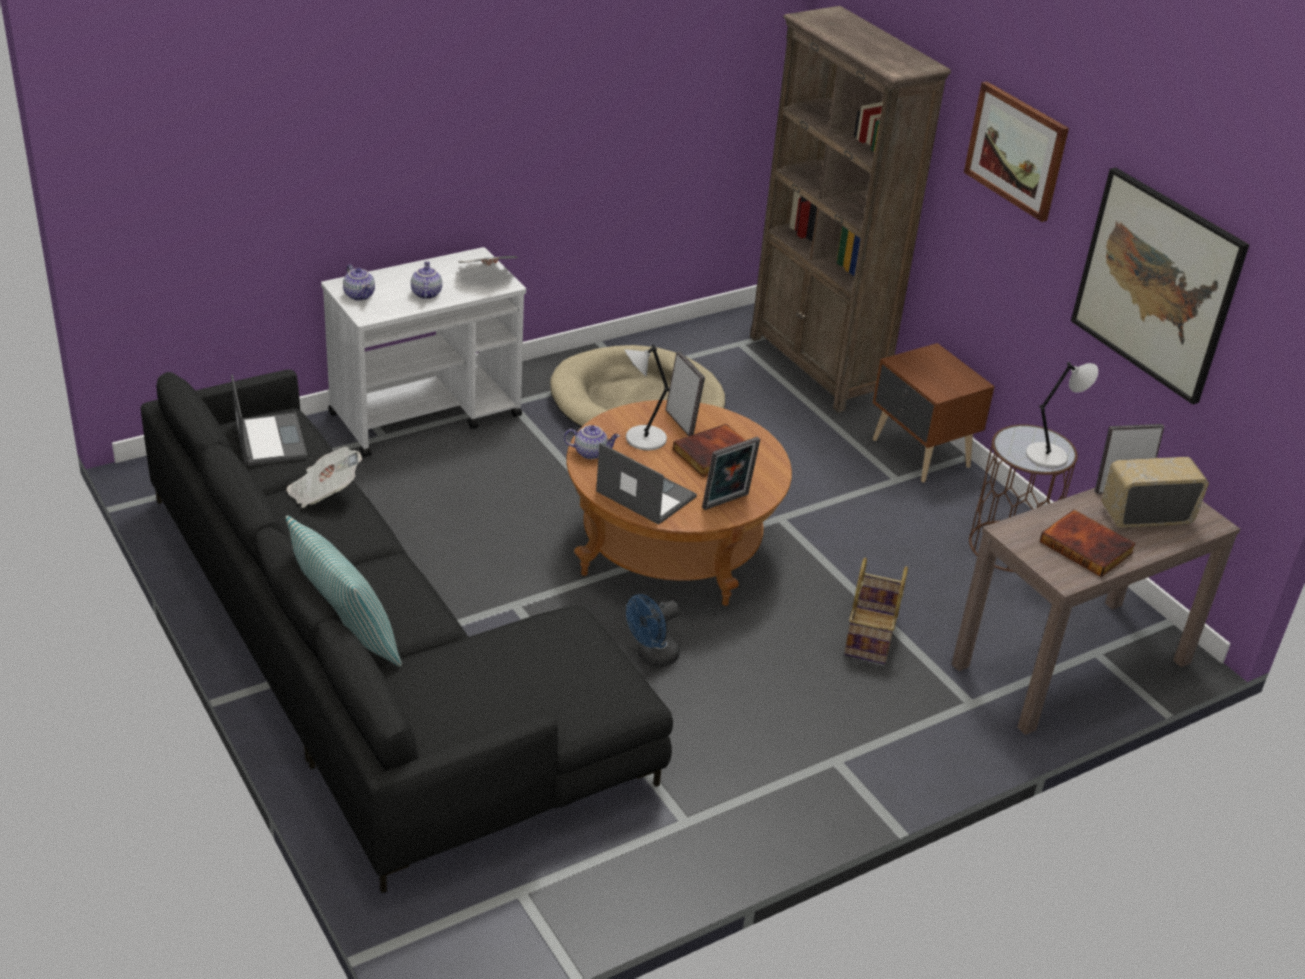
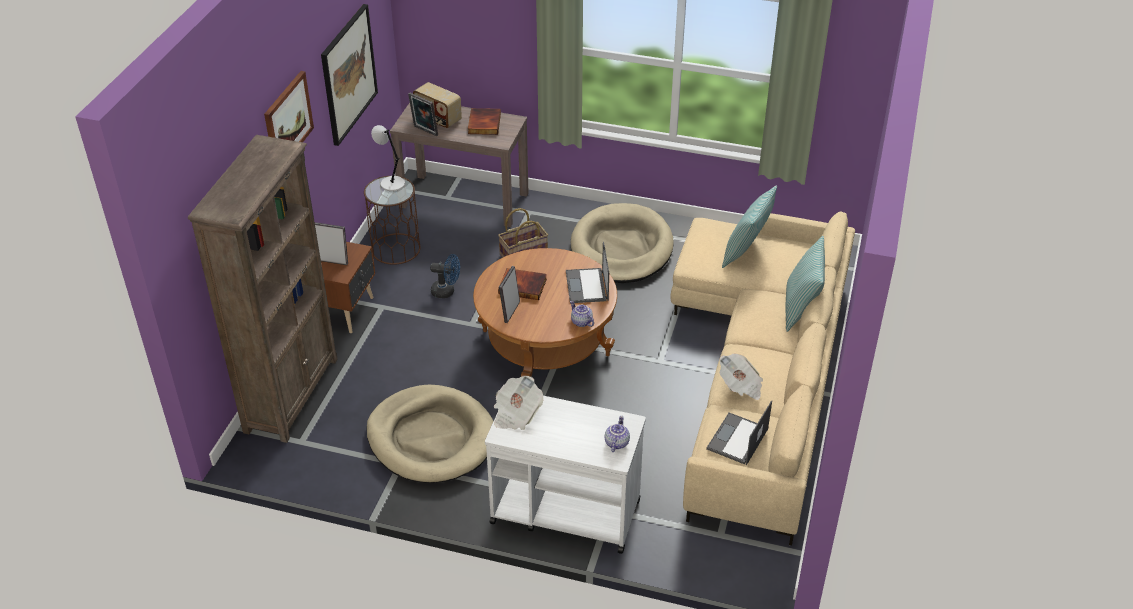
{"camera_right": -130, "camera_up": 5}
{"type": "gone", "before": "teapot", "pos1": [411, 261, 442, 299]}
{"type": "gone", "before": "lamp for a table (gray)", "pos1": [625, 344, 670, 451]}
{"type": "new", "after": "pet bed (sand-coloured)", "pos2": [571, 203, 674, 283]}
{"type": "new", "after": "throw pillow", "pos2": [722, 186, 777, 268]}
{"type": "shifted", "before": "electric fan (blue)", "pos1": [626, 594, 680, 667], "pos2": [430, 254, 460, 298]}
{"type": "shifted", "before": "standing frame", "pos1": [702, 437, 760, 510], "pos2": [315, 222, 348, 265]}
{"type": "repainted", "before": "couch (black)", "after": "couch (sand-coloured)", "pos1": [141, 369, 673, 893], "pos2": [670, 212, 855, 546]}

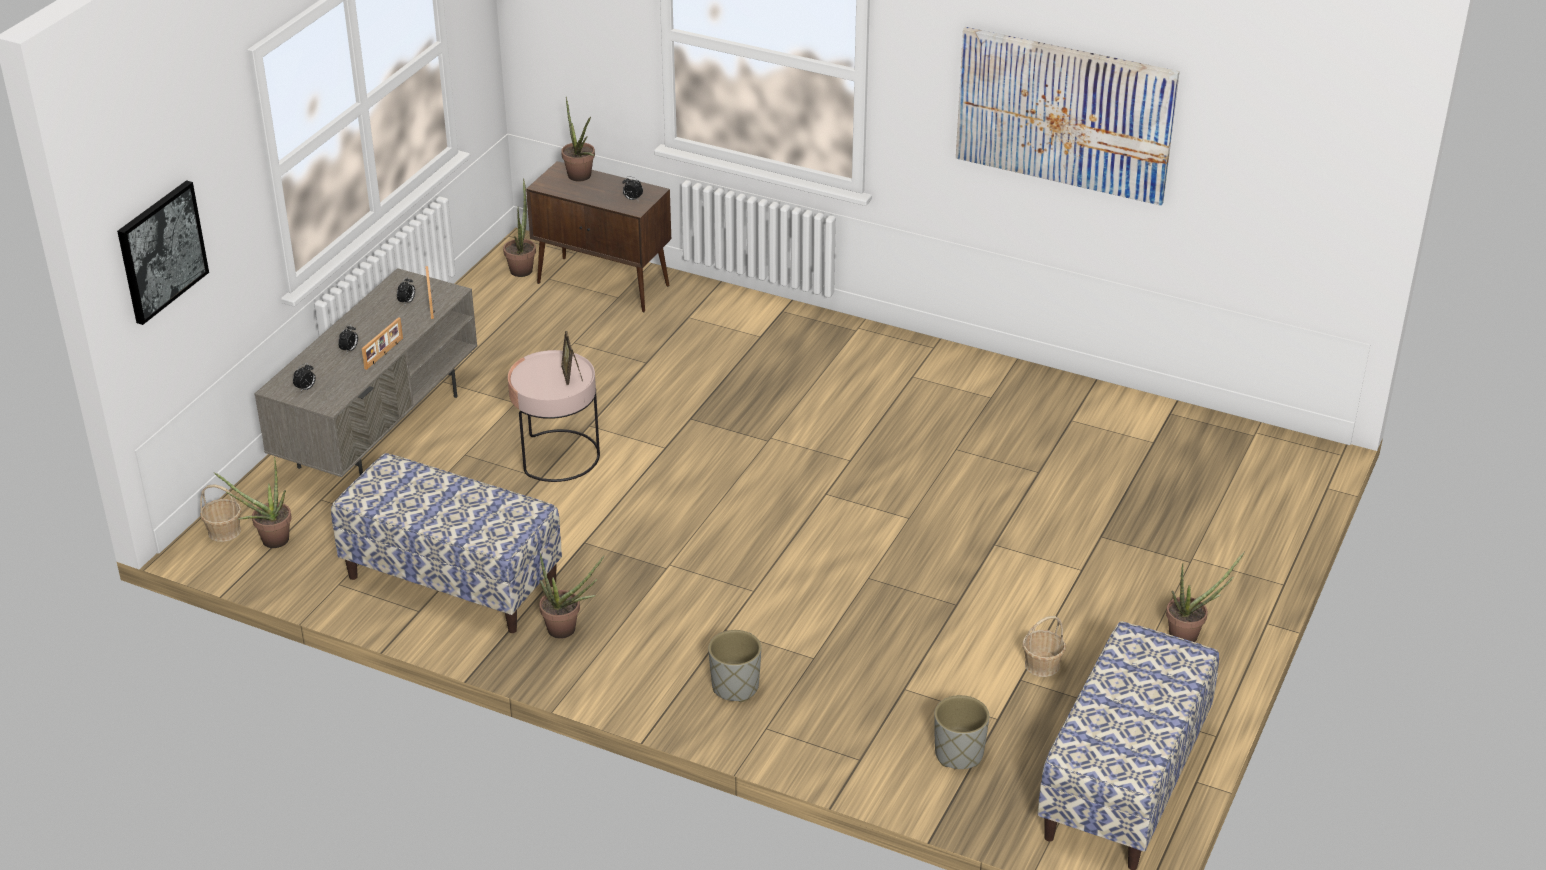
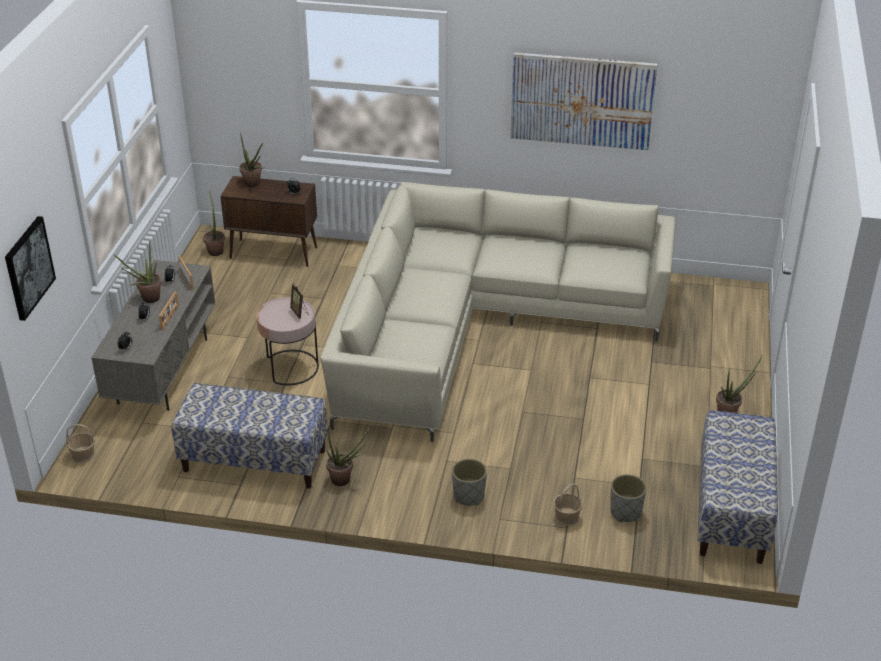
{"camera_right": -15, "camera_up": 0}
{"type": "new", "after": "couch (sand-coloured)", "pos2": [320, 182, 676, 442]}
{"type": "shifted", "before": "houseplant", "pos1": [214, 457, 292, 548], "pos2": [114, 241, 162, 303]}
{"type": "shifted", "before": "storage basket", "pos1": [1023, 616, 1066, 677], "pos2": [553, 484, 583, 526]}

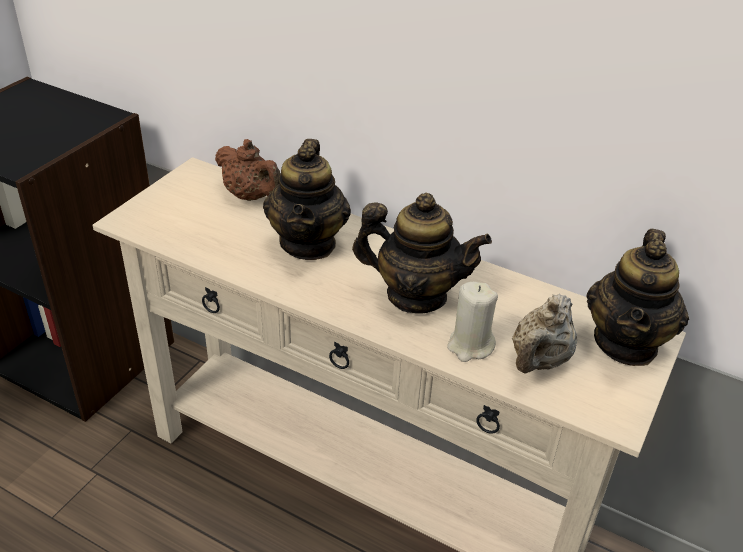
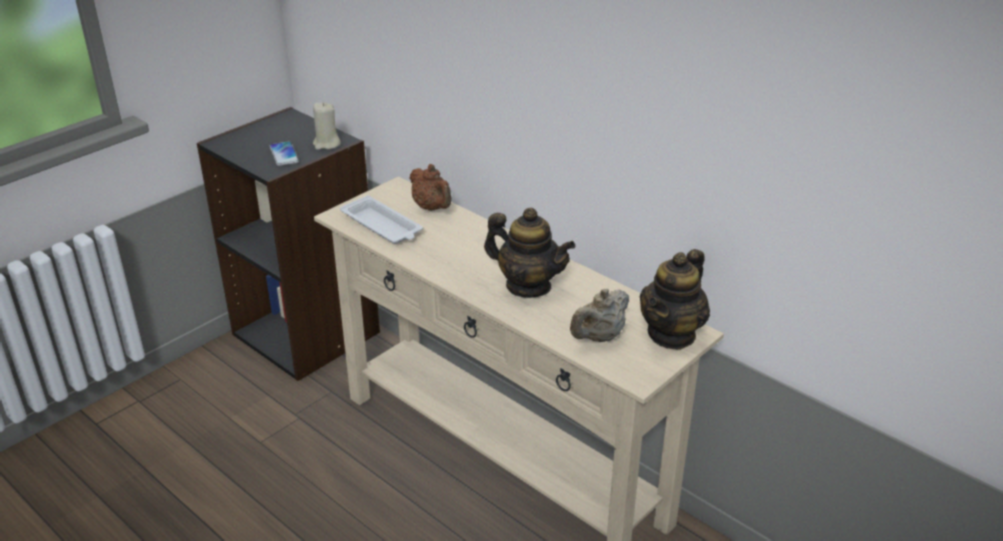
{"camera_right": 15, "camera_up": -5}
{"type": "gone", "before": "teapot", "pos1": [263, 139, 351, 260]}
{"type": "new", "after": "handset", "pos2": [270, 141, 299, 166]}
{"type": "new", "after": "serving tray (white)", "pos2": [340, 195, 423, 244]}
{"type": "shifted", "before": "wax light (sand-coloured)", "pos1": [447, 282, 498, 362], "pos2": [313, 102, 341, 150]}

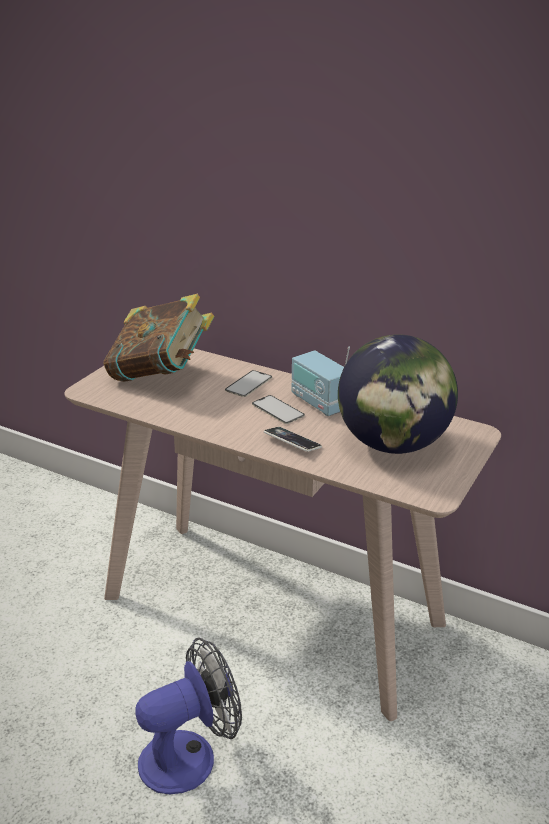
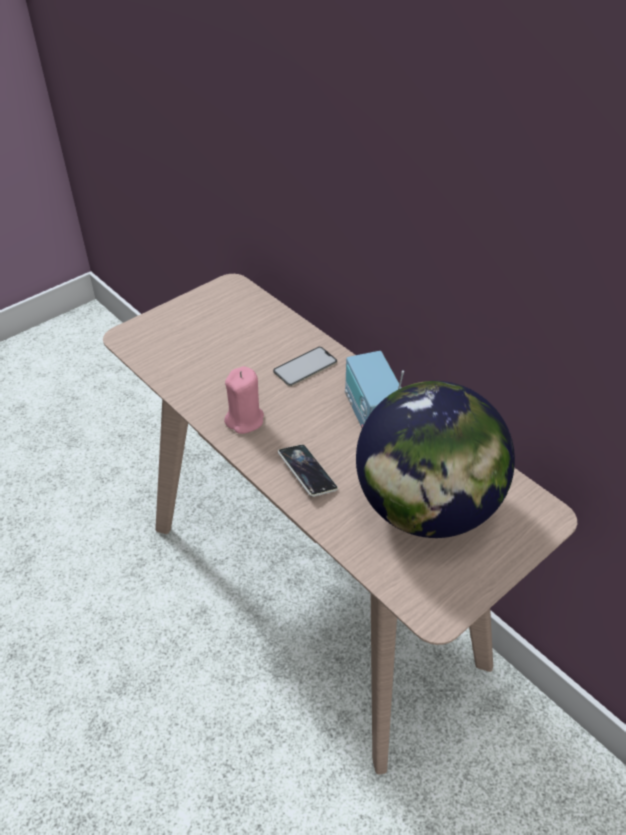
{"camera_right": 20, "camera_up": 15}
{"type": "gone", "before": "bound book", "pos1": [104, 294, 214, 382]}
{"type": "gone", "before": "electric fan", "pos1": [135, 637, 242, 794]}
{"type": "gone", "before": "handset", "pos1": [252, 395, 305, 424]}
{"type": "new", "after": "wax light (pink)", "pos2": [224, 366, 264, 434]}

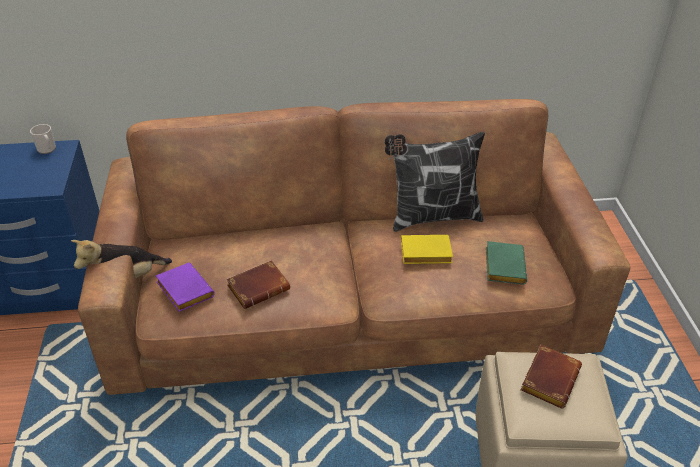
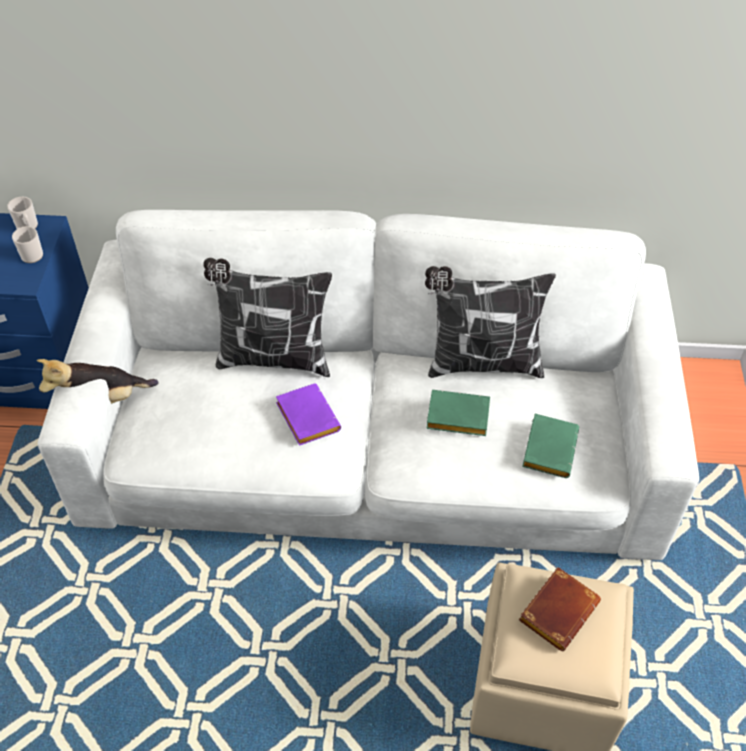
{"camera_right": 10, "camera_up": 10}
{"type": "gone", "before": "bound book (brownish)", "pos1": [227, 260, 290, 309]}
{"type": "new", "after": "mug", "pos2": [12, 226, 43, 263]}
{"type": "new", "after": "throw pillow", "pos2": [203, 258, 332, 377]}
{"type": "shifted", "before": "bound book (purplish)", "pos1": [156, 263, 215, 312], "pos2": [276, 384, 341, 446]}
{"type": "repainted", "before": "couch (brownish)", "after": "couch (white)", "pos1": [78, 99, 630, 395], "pos2": [38, 210, 699, 560]}
{"type": "repainted", "before": "bound book (yellow-coloured)", "after": "bound book (green-coloured)", "pos1": [401, 235, 453, 264], "pos2": [426, 390, 490, 436]}

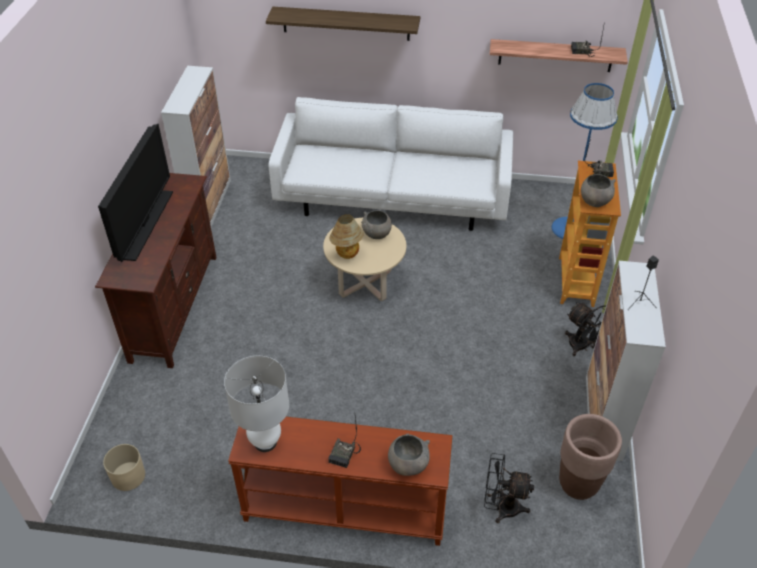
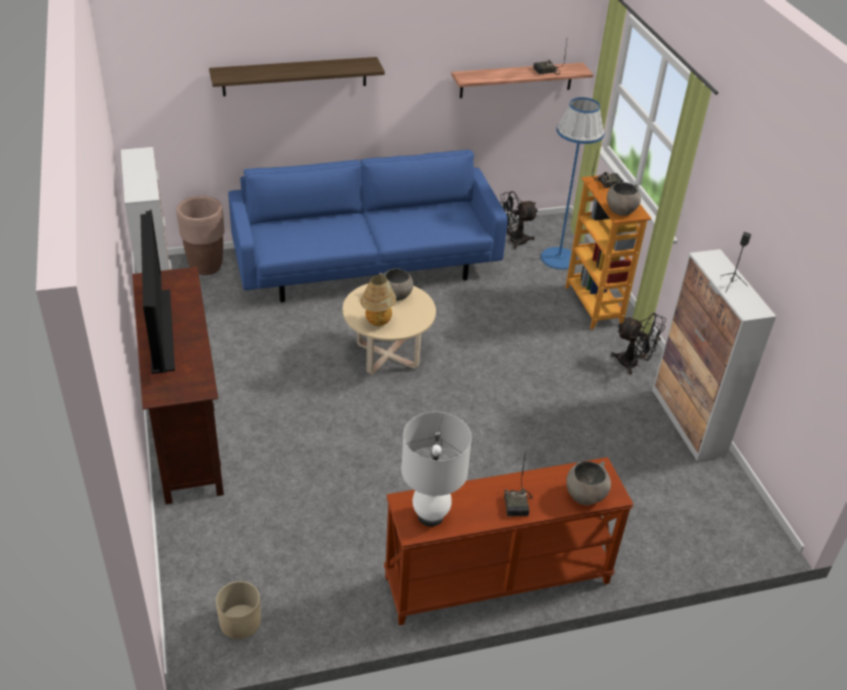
{"camera_right": -25, "camera_up": -5}
{"type": "shifted", "before": "electric fan (black)", "pos1": [484, 453, 534, 523], "pos2": [500, 191, 538, 249]}
{"type": "shifted", "before": "plant pot (brownish)", "pos1": [559, 414, 622, 500], "pos2": [176, 196, 224, 275]}
{"type": "repainted", "before": "couch (white)", "after": "couch (blue)", "pos1": [269, 97, 513, 231], "pos2": [228, 150, 508, 302]}

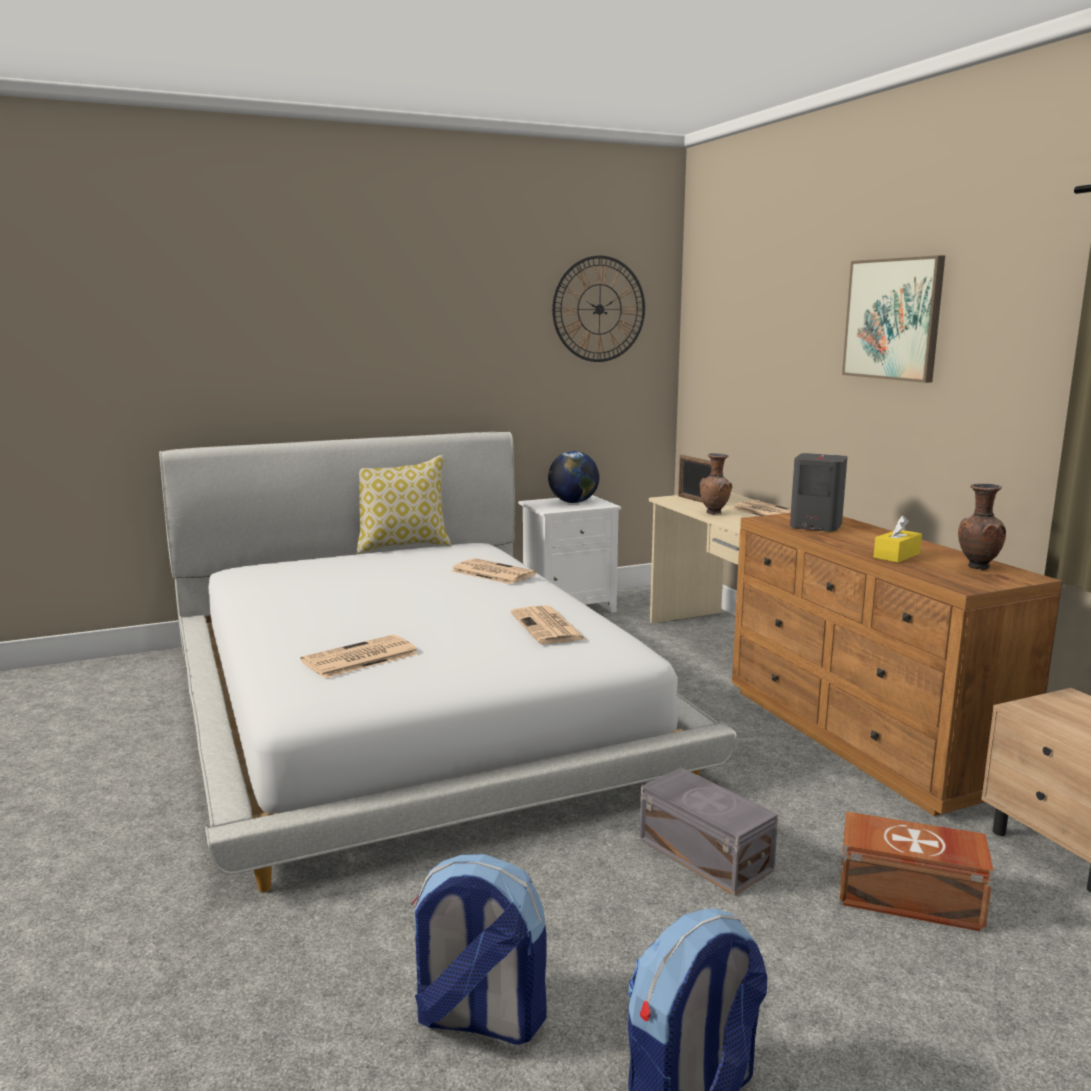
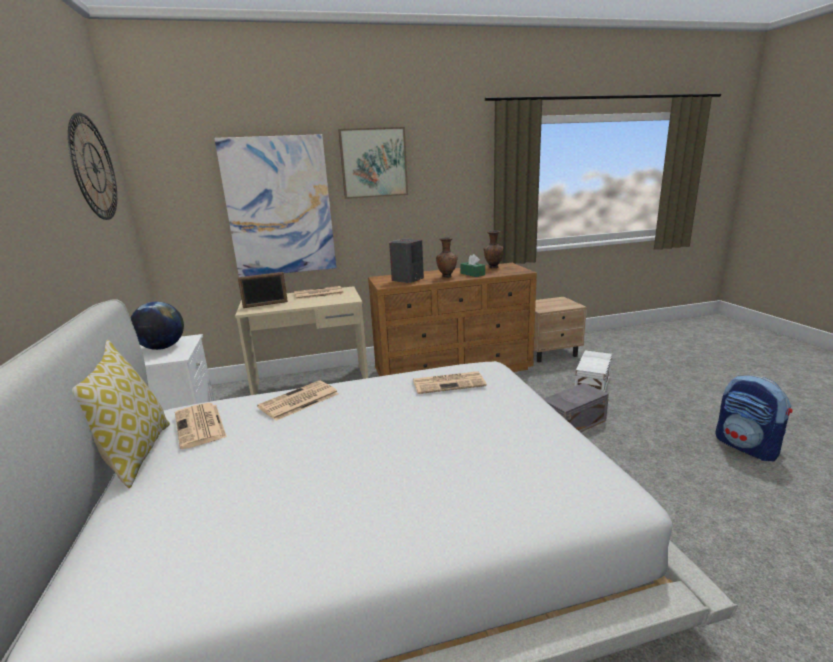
{"camera_right": -80, "camera_up": 5}
{"type": "gone", "before": "knapsack", "pos1": [411, 854, 547, 1045]}
{"type": "new", "after": "wall art", "pos2": [214, 134, 336, 277]}
{"type": "shifted", "before": "newspaper", "pos1": [300, 635, 419, 678], "pos2": [175, 403, 227, 449]}
{"type": "shifted", "before": "decorative vase (brownish)", "pos1": [700, 453, 732, 514], "pos2": [436, 237, 458, 278]}
{"type": "repainted", "before": "storage container (brownish)", "after": "storage container (white)", "pos1": [839, 811, 994, 932], "pos2": [575, 350, 612, 392]}
{"type": "repainted", "before": "box of tissues (yellow-coloured)", "after": "box of tissues (green-coloured)", "pos1": [874, 516, 922, 563], "pos2": [460, 254, 485, 277]}

